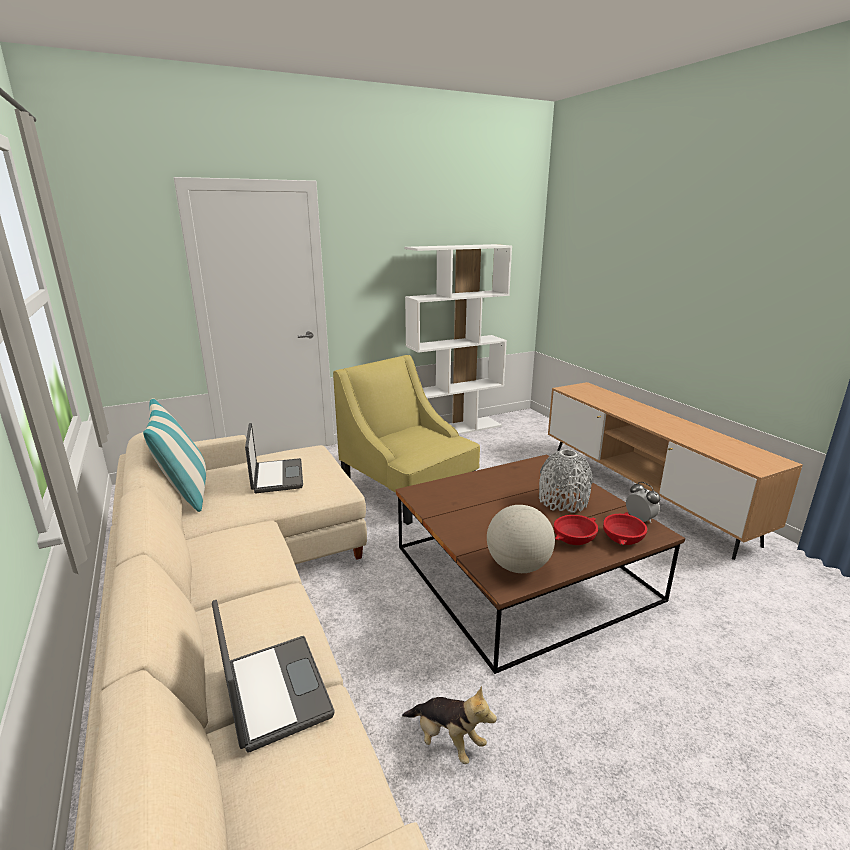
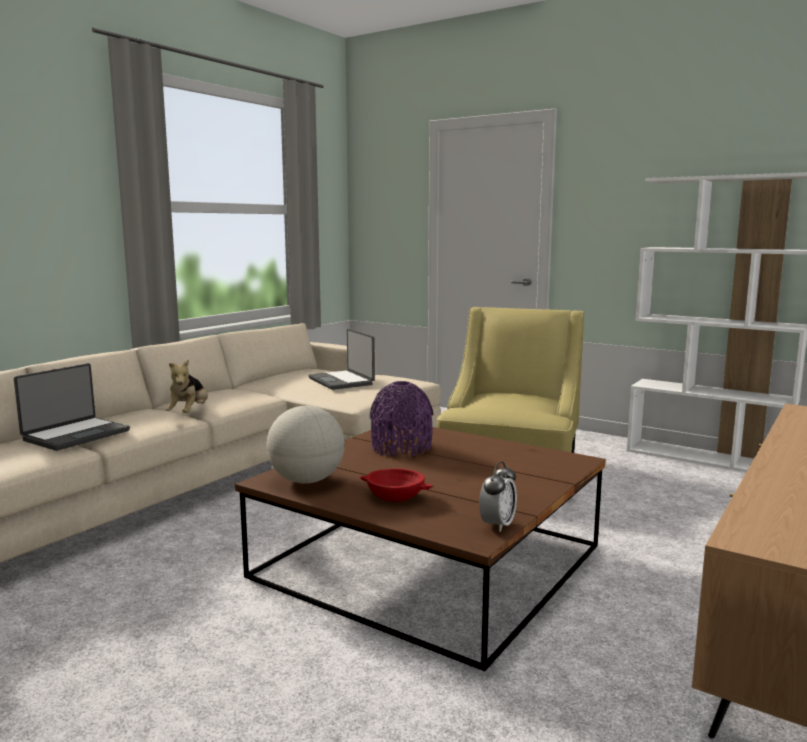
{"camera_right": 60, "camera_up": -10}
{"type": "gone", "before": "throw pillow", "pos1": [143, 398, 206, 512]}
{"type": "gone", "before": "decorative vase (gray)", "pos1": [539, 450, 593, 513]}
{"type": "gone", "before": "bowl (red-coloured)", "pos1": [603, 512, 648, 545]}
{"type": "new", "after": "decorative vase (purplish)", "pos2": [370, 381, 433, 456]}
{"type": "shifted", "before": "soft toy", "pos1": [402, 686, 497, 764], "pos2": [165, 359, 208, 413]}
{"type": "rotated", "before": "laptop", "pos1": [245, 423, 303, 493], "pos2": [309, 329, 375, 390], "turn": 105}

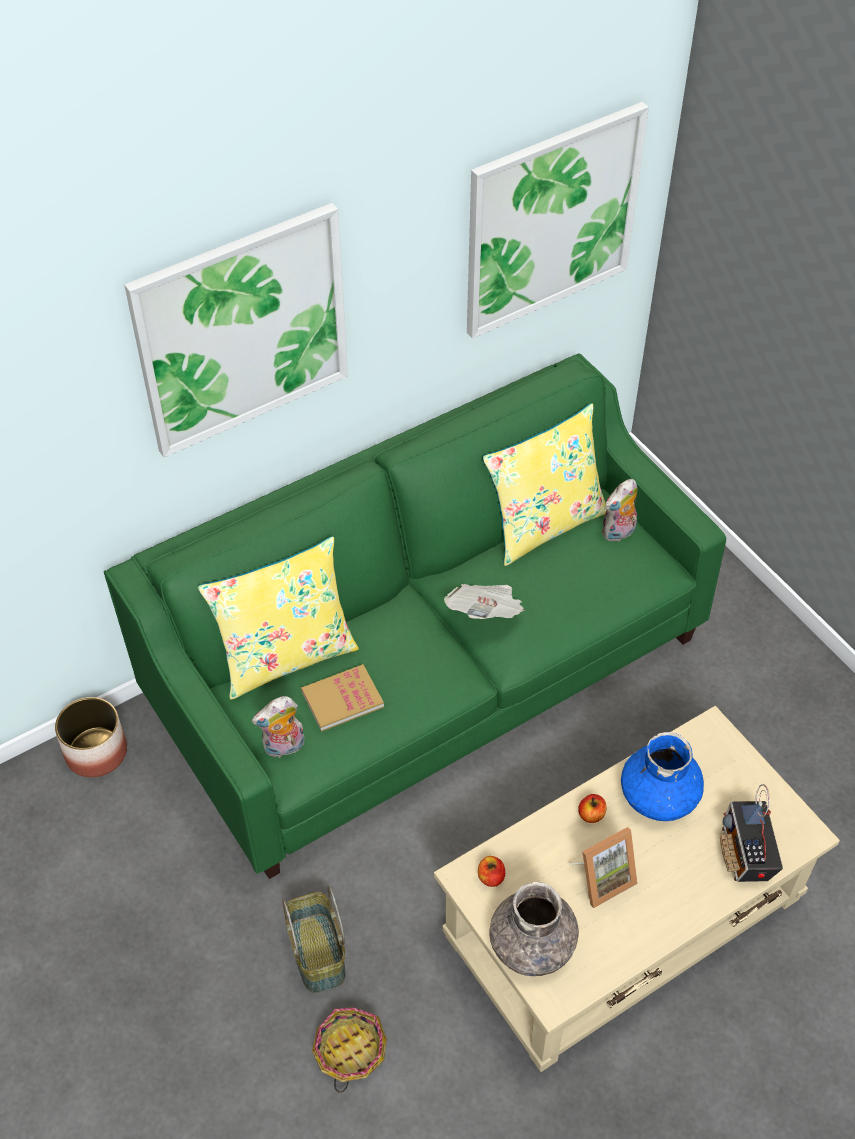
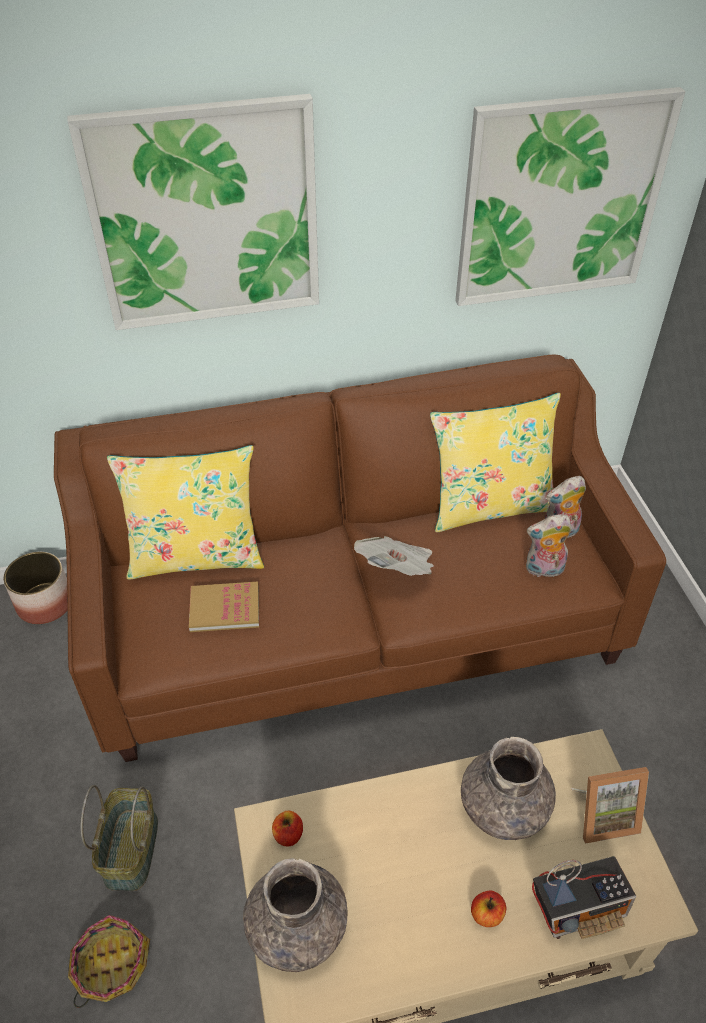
{"camera_right": 20, "camera_up": -5}
{"type": "shifted", "before": "soft toy", "pos1": [252, 696, 304, 758], "pos2": [526, 514, 572, 577]}
{"type": "shifted", "before": "standing frame", "pos1": [569, 827, 638, 908], "pos2": [571, 767, 649, 844]}
{"type": "shifted", "before": "whole apple", "pos1": [578, 794, 606, 823], "pos2": [471, 891, 506, 927]}
{"type": "repainted", "before": "couch (green-coloured)", "after": "couch (brownish)", "pos1": [104, 353, 726, 879], "pos2": [54, 355, 666, 762]}
{"type": "repainted", "before": "decorative vase (blue)", "after": "decorative vase (gray)", "pos1": [621, 732, 704, 821], "pos2": [461, 737, 556, 840]}
{"type": "rotated", "before": "radio receiver", "pos1": [720, 784, 783, 882], "pos2": [532, 856, 636, 939], "turn": -120}

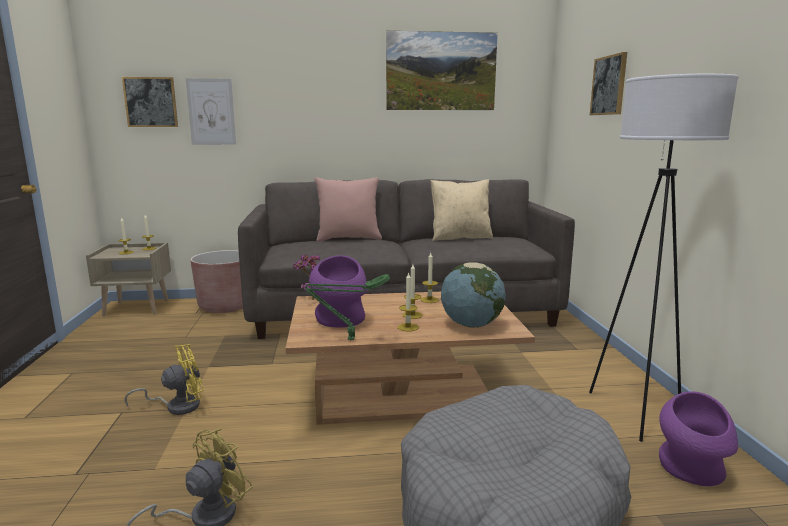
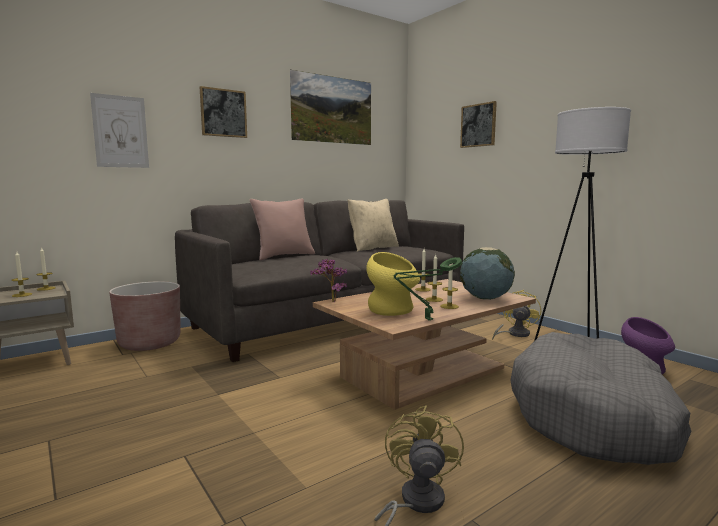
{"camera_right": -30, "camera_up": -5}
{"type": "shifted", "before": "wall art", "pos1": [122, 77, 178, 127], "pos2": [200, 86, 247, 138]}
{"type": "shifted", "before": "electric fan (yellow-coloured)", "pos1": [125, 344, 204, 415], "pos2": [492, 290, 541, 340]}
{"type": "repainted", "before": "decorative vase (purplish)", "after": "decorative vase (yellow-coloured)", "pos1": [309, 255, 367, 328], "pos2": [366, 252, 420, 316]}

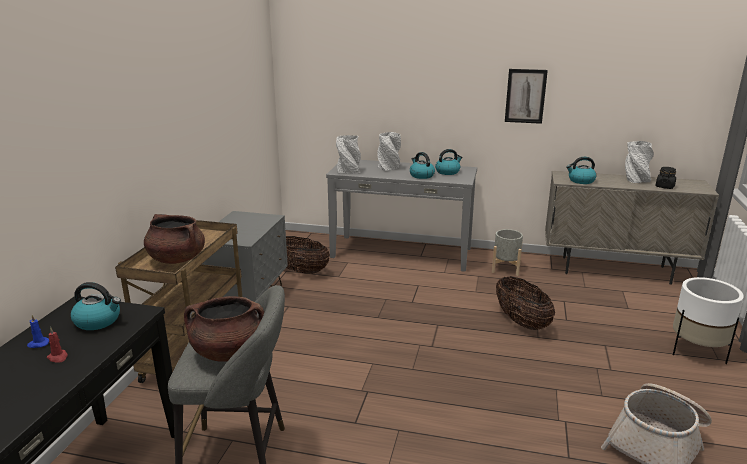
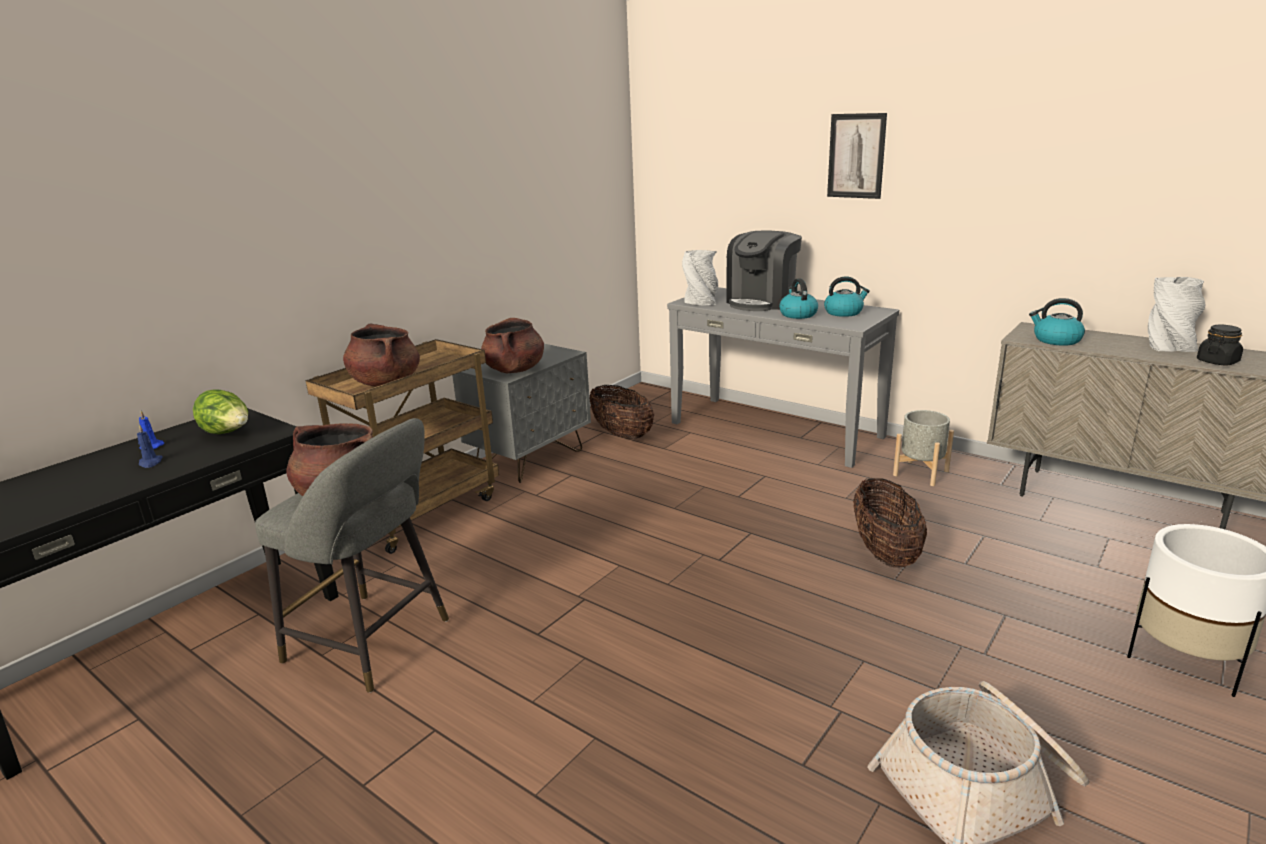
{"camera_right": 25, "camera_up": 0}
{"type": "new", "after": "saucepot (brownish)", "pos2": [481, 318, 544, 373]}
{"type": "shifted", "before": "wall art", "pos1": [505, 69, 548, 124], "pos2": [827, 113, 887, 199]}
{"type": "swapped", "before": "tea kettle", "after": "lettuce head", "pos1": [71, 282, 121, 330], "pos2": [193, 389, 248, 434]}
{"type": "swapped", "before": "decorative vase (gray)", "after": "coffee brewer", "pos1": [377, 132, 401, 171], "pos2": [727, 231, 802, 311]}
{"type": "repainted", "before": "wax light (red-coloured)", "after": "wax light (blue)", "pos1": [47, 327, 68, 363], "pos2": [137, 424, 163, 468]}

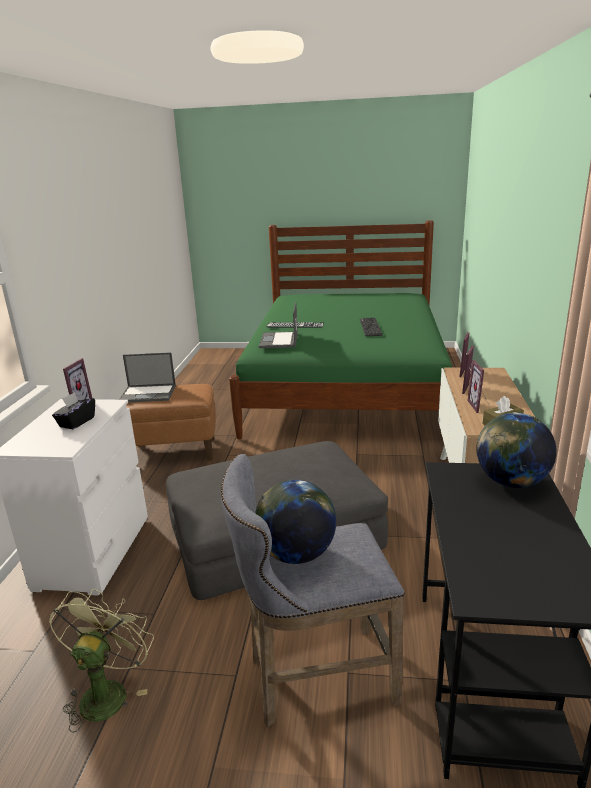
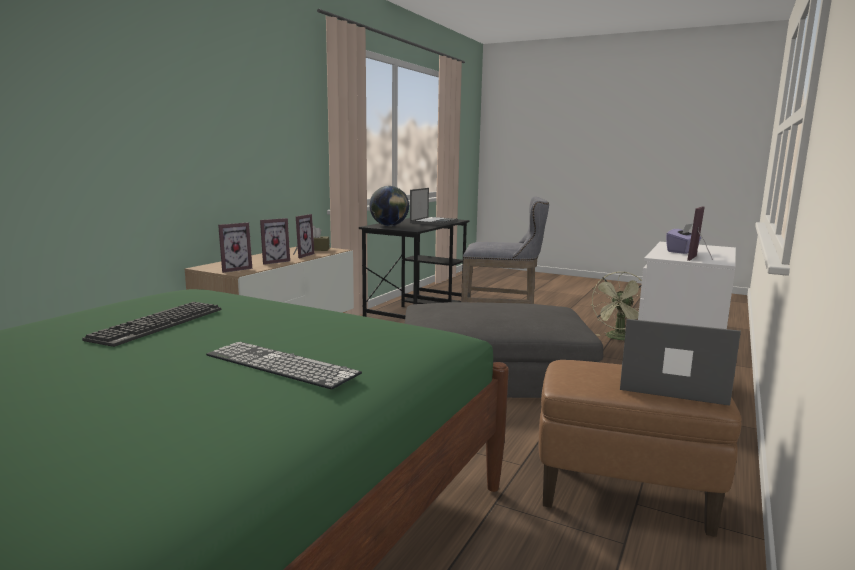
{"camera_right": -160, "camera_up": -10}
{"type": "gone", "before": "globe", "pos1": [255, 480, 336, 564]}
{"type": "shifted", "before": "laptop", "pos1": [259, 302, 298, 348], "pos2": [410, 188, 458, 225]}
{"type": "repainted", "before": "box of tissues (black)", "after": "box of tissues (purplish)", "pos1": [52, 392, 95, 429], "pos2": [666, 224, 702, 254]}

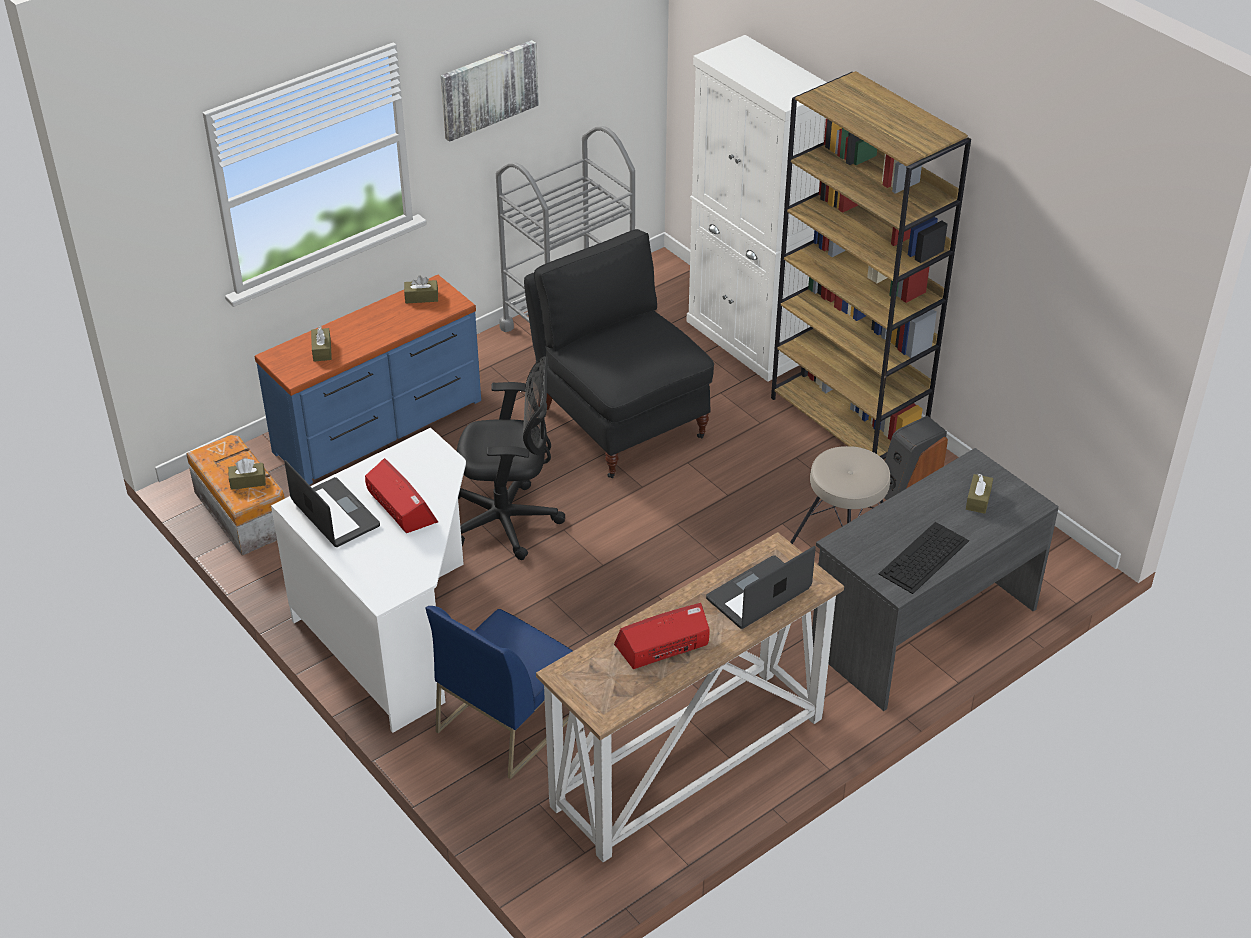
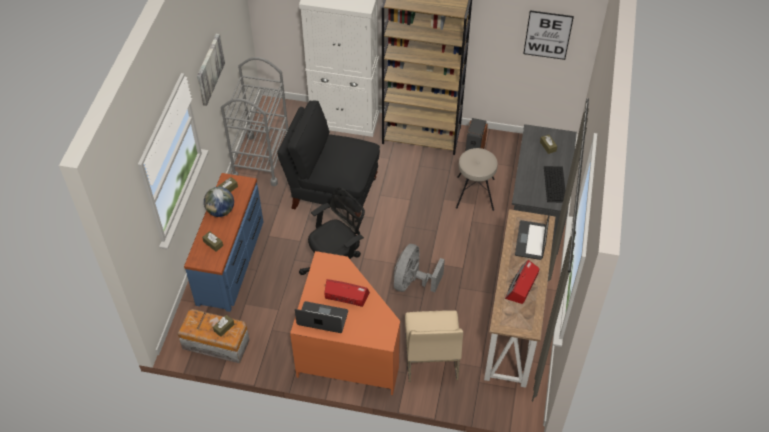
{"camera_right": -40, "camera_up": 10}
{"type": "new", "after": "globe", "pos2": [204, 187, 234, 217]}
{"type": "new", "after": "electric fan (gray)", "pos2": [394, 244, 445, 292]}
{"type": "new", "after": "wall art", "pos2": [523, 10, 574, 60]}
{"type": "repainted", "before": "desk (white)", "after": "desk (orangey)", "pos1": [271, 428, 466, 733], "pos2": [290, 251, 400, 395]}
{"type": "repainted", "before": "upright chair (blue)", "after": "upright chair (sand-coloured)", "pos1": [426, 606, 573, 779], "pos2": [405, 310, 463, 382]}

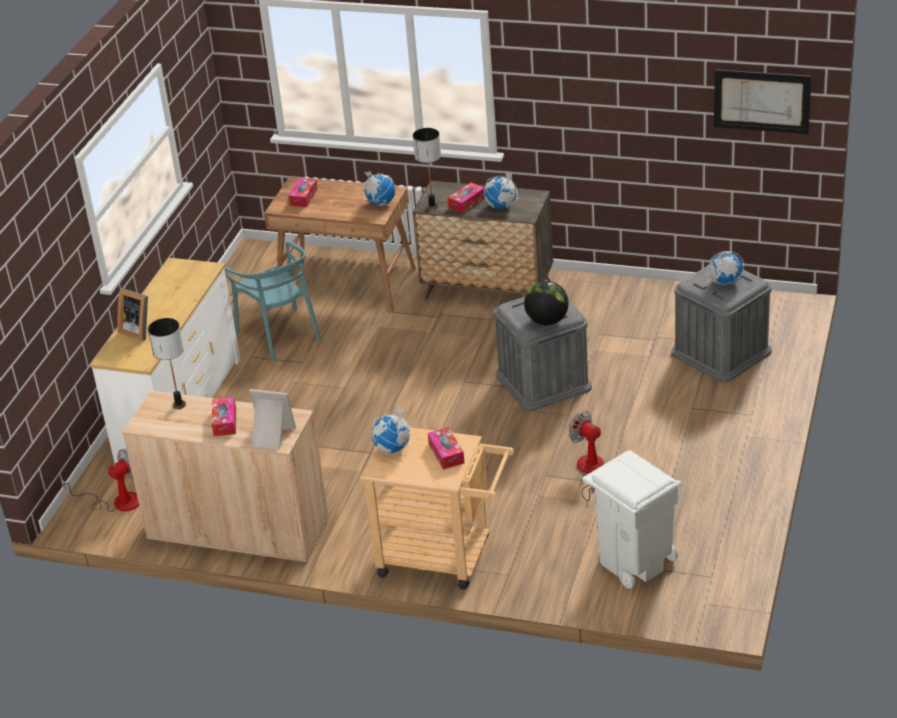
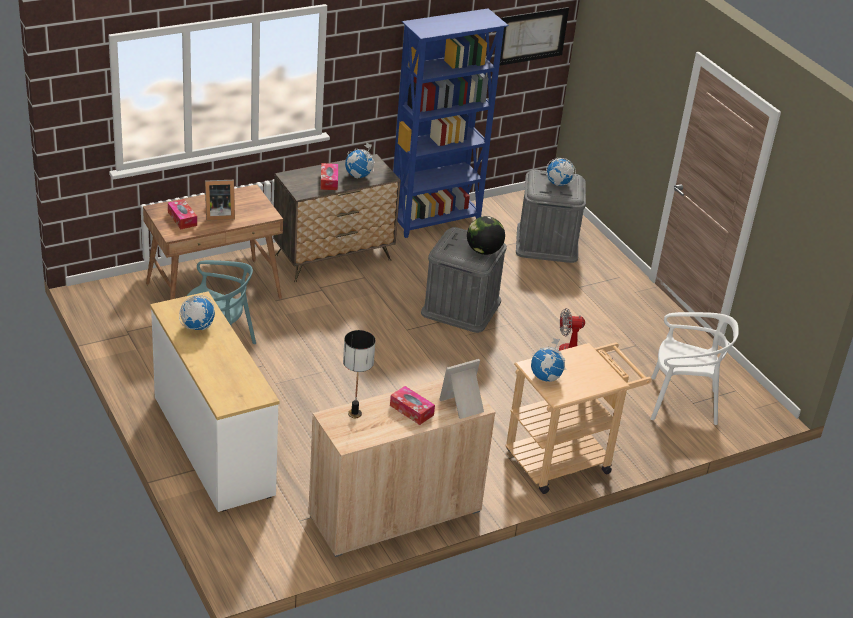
{"camera_right": -50, "camera_up": 0}
{"type": "gone", "before": "electric fan", "pos1": [61, 449, 139, 512]}
{"type": "gone", "before": "lamp for a table", "pos1": [413, 128, 441, 210]}
{"type": "gone", "before": "box of tissues", "pos1": [428, 427, 465, 470]}
{"type": "new", "after": "shelving unit (blue)", "pos2": [393, 8, 509, 238]}
{"type": "shifted", "before": "standing frame", "pos1": [117, 288, 148, 341], "pos2": [205, 180, 235, 221]}
{"type": "shifted", "before": "globe", "pos1": [363, 171, 395, 206], "pos2": [179, 295, 215, 330]}
{"type": "swapped", "before": "trash can (white)", "after": "upright chair (white)", "pos1": [583, 451, 682, 589], "pos2": [651, 312, 739, 425]}

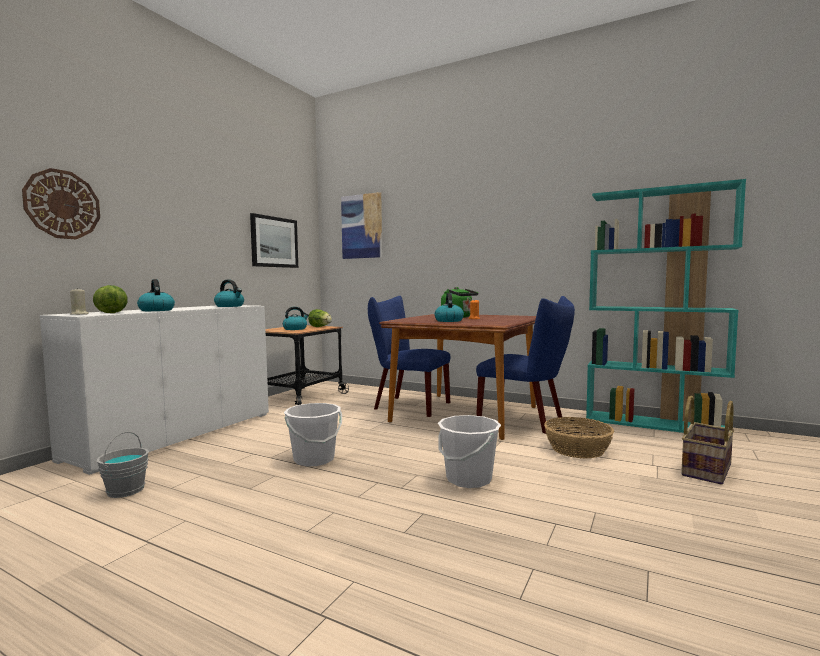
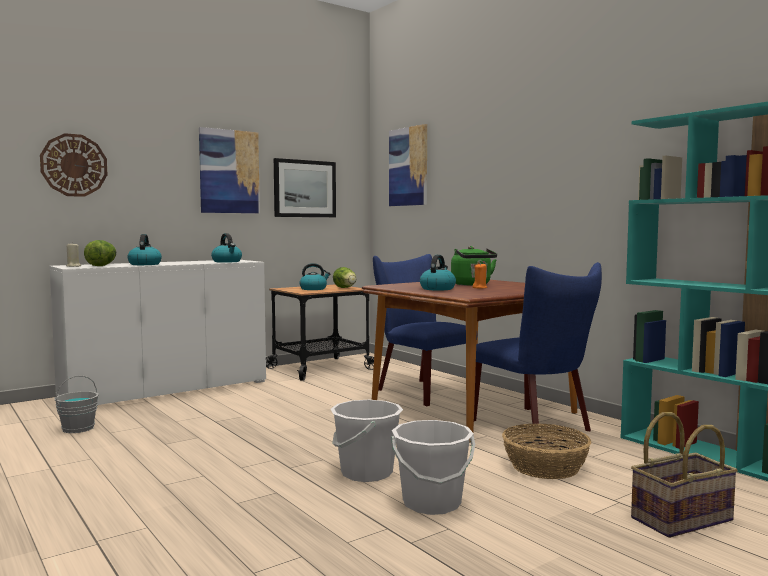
{"camera_right": 25, "camera_up": 0}
{"type": "new", "after": "wall art", "pos2": [199, 127, 260, 213]}
{"type": "shifted", "before": "bucket (white)", "pos1": [284, 403, 342, 466], "pos2": [391, 420, 475, 515]}

